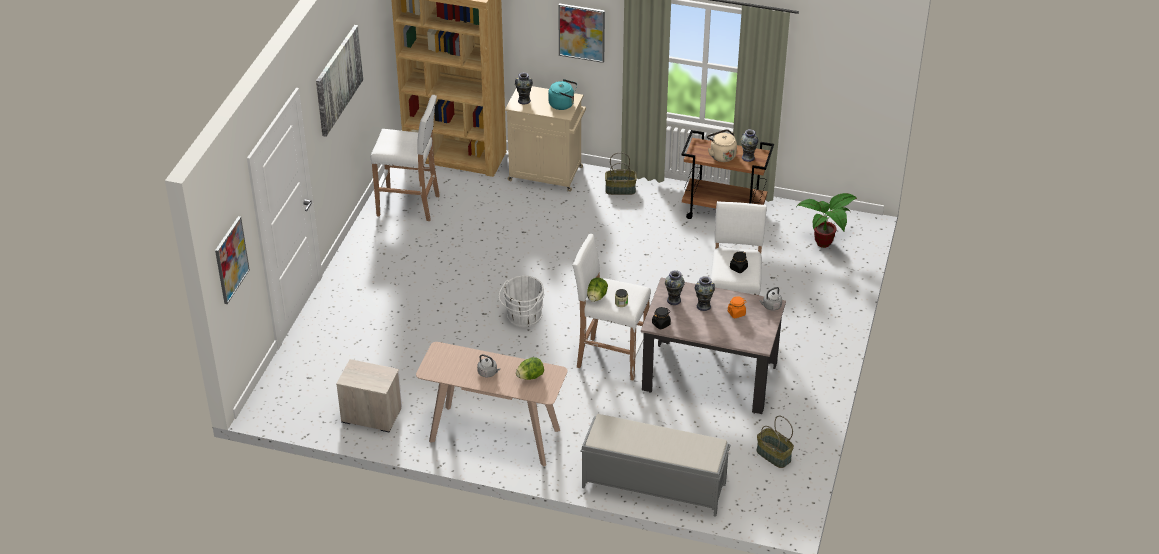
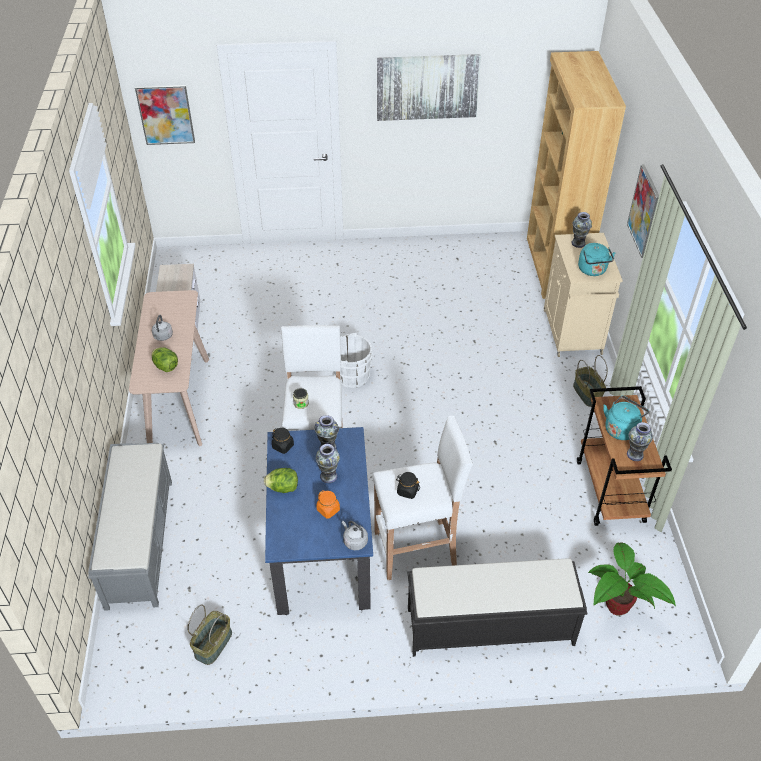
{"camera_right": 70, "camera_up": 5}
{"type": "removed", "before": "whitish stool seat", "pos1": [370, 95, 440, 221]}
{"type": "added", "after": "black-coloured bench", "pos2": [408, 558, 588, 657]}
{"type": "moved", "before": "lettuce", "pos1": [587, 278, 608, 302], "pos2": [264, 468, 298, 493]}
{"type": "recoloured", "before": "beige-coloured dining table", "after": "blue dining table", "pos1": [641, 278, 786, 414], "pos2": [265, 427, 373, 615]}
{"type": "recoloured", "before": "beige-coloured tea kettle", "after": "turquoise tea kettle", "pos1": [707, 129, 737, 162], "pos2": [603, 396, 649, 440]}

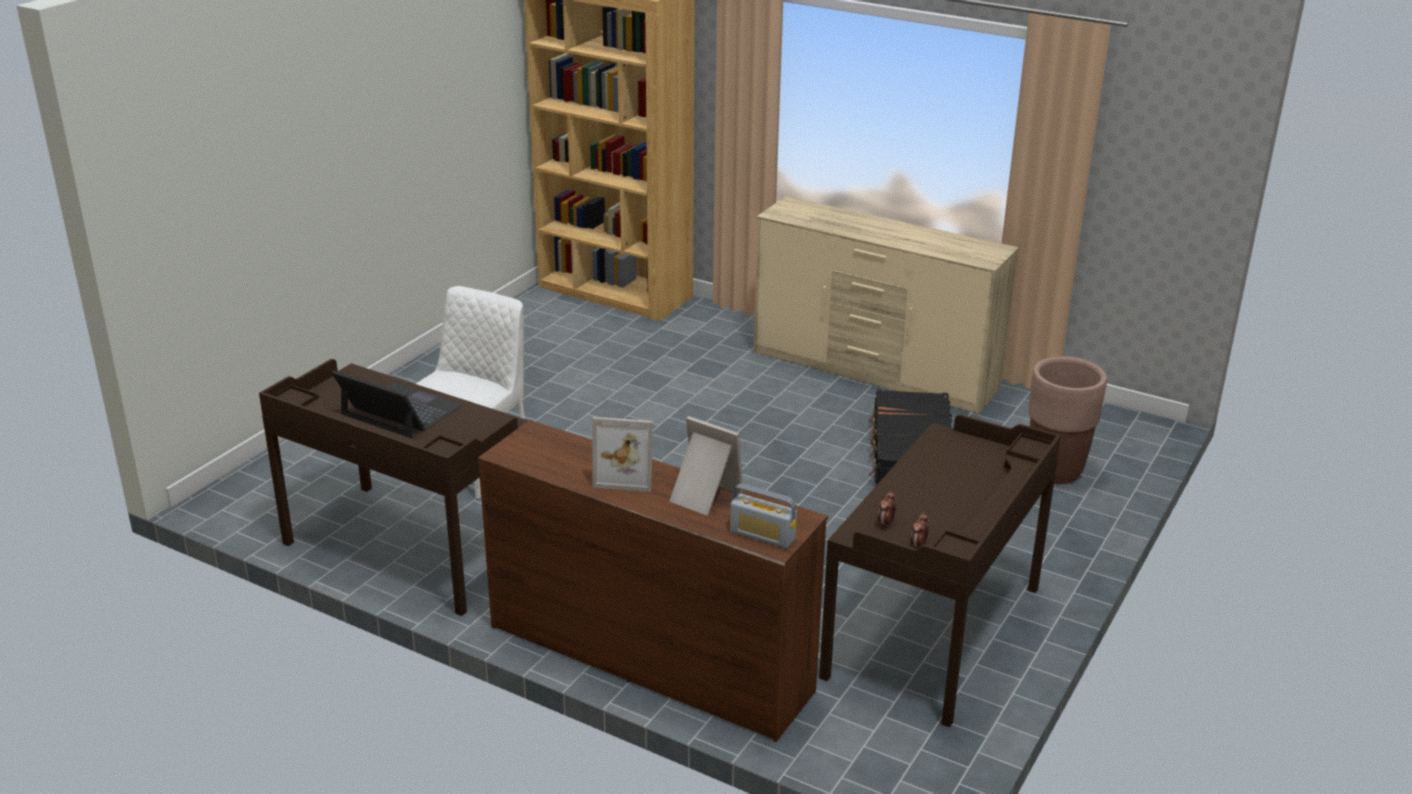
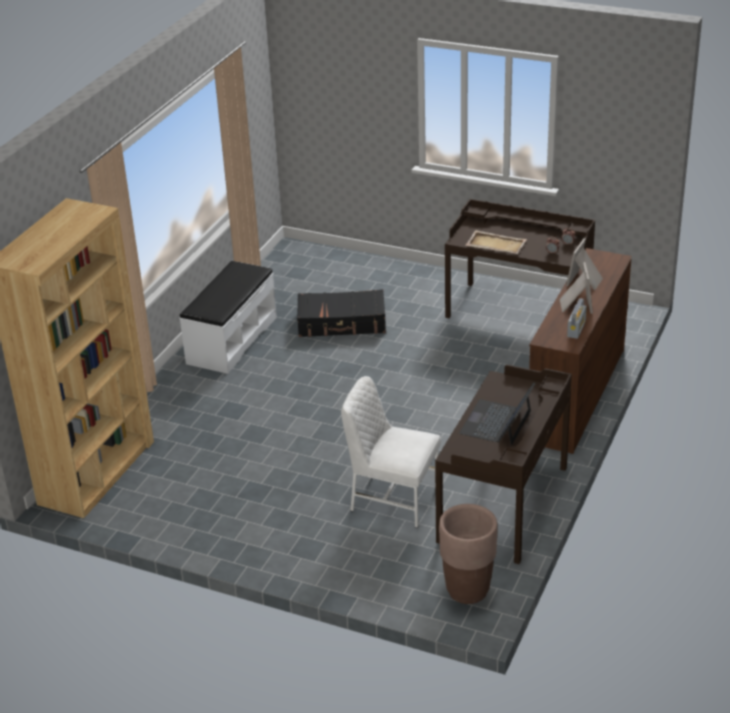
{"camera_right": -95, "camera_up": 5}
{"type": "added", "after": "beige-coloured tray", "pos2": [465, 230, 527, 254]}
{"type": "moved", "before": "radio set", "pos1": [730, 484, 797, 548], "pos2": [567, 298, 587, 339]}
{"type": "moved", "before": "brown-coloured planter", "pos1": [1028, 356, 1107, 484], "pos2": [439, 504, 498, 604]}
{"type": "replaced", "before": "beige-coloured chest of drawers", "after": "whitish bench", "pos1": [754, 196, 1019, 415], "pos2": [180, 261, 277, 374]}

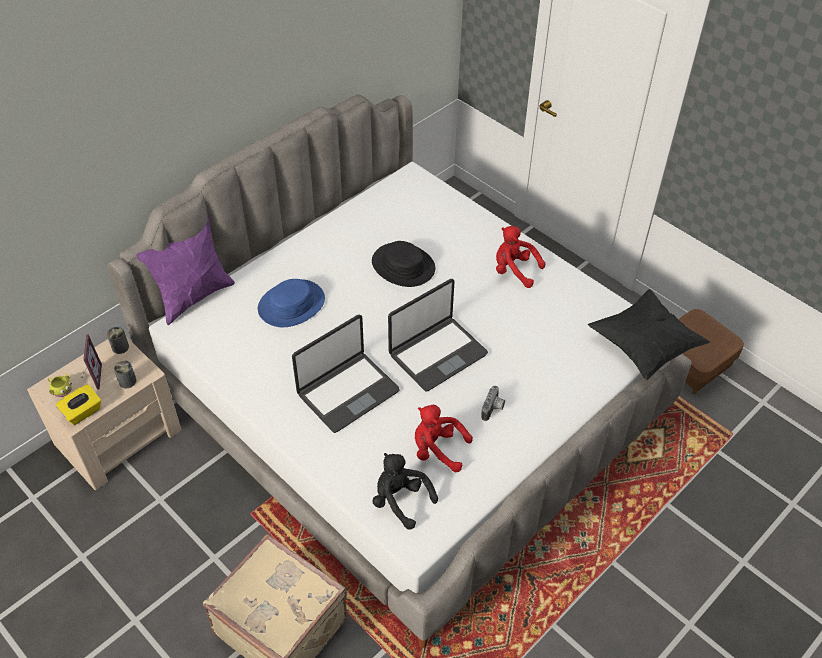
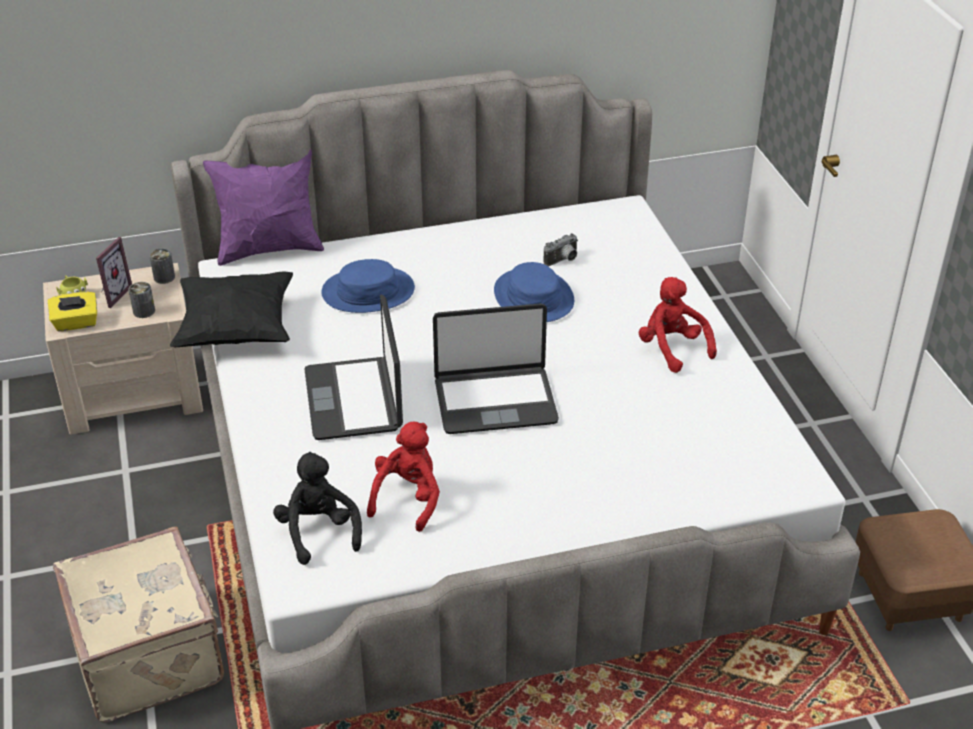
{"camera_right": 30, "camera_up": -10}
{"type": "moved", "before": "still camera", "pos1": [481, 386, 505, 421], "pos2": [544, 233, 577, 266]}
{"type": "moved", "before": "black-coloured cushion", "pos1": [588, 289, 710, 380], "pos2": [170, 271, 293, 347]}
{"type": "recoloured", "before": "black-coloured wearable hat", "after": "blue wearable hat", "pos1": [372, 241, 435, 287], "pos2": [494, 262, 574, 322]}
{"type": "turned", "before": "portable computer", "pos1": [292, 314, 400, 433], "pos2": [304, 295, 403, 440], "turn": 90}
{"type": "turned", "before": "red-coloured plush toy", "pos1": [415, 405, 473, 473], "pos2": [367, 422, 440, 532], "turn": 60}

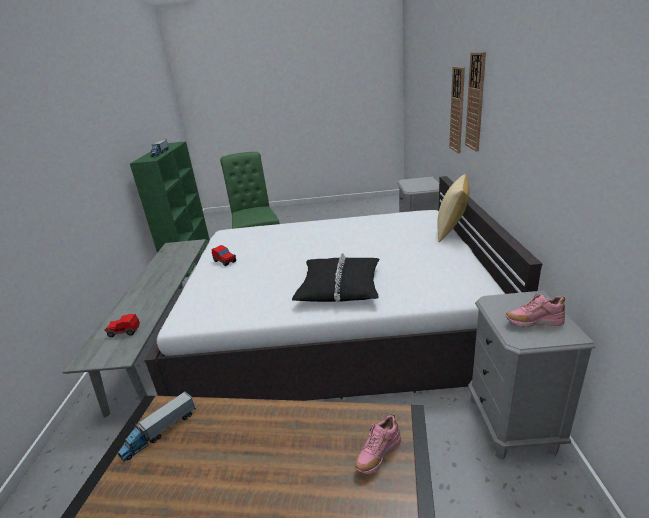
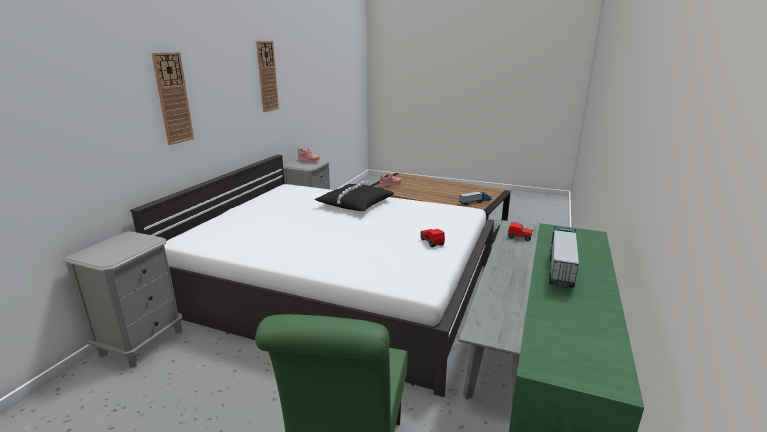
{"camera_right": -160, "camera_up": -5}
{"type": "removed", "before": "cushion", "pos1": [437, 174, 470, 242]}
{"type": "moved", "before": "wall clock", "pos1": [449, 67, 465, 153], "pos2": [256, 41, 279, 112]}

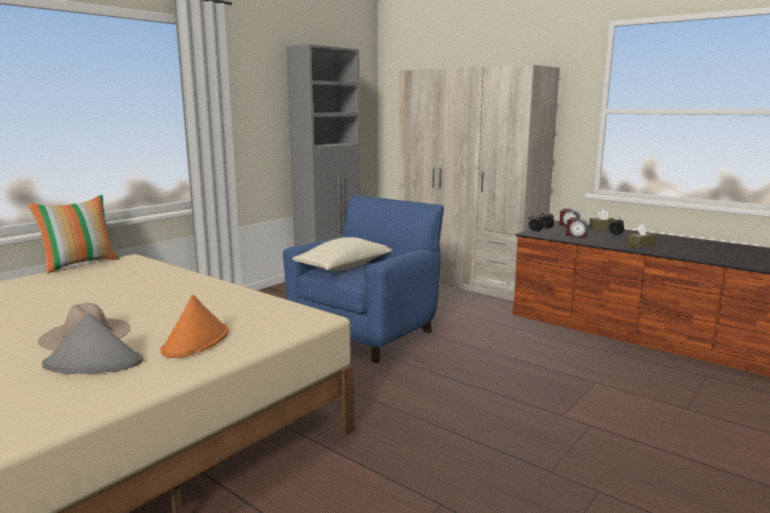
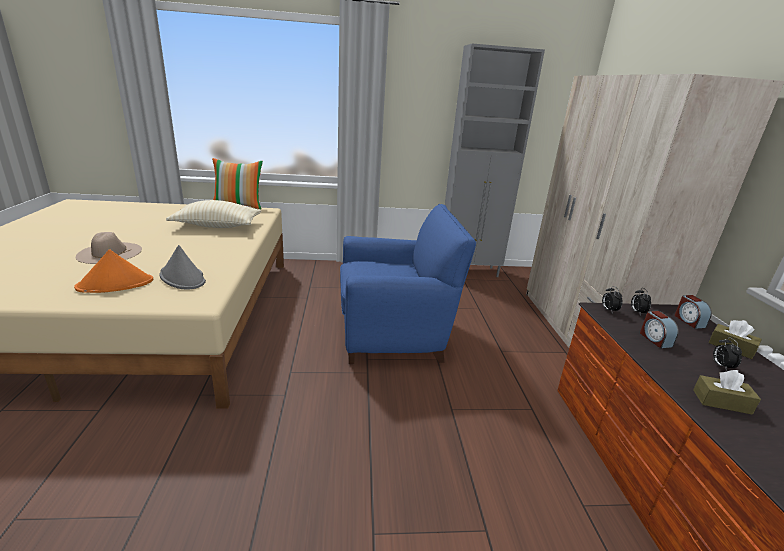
{"camera_right": 45, "camera_up": 10}
{"type": "moved", "before": "greyish wearable hat", "pos1": [42, 313, 143, 374], "pos2": [159, 245, 206, 290]}
{"type": "moved", "before": "beige-coloured cushion", "pos1": [292, 237, 392, 271], "pos2": [166, 200, 261, 228]}

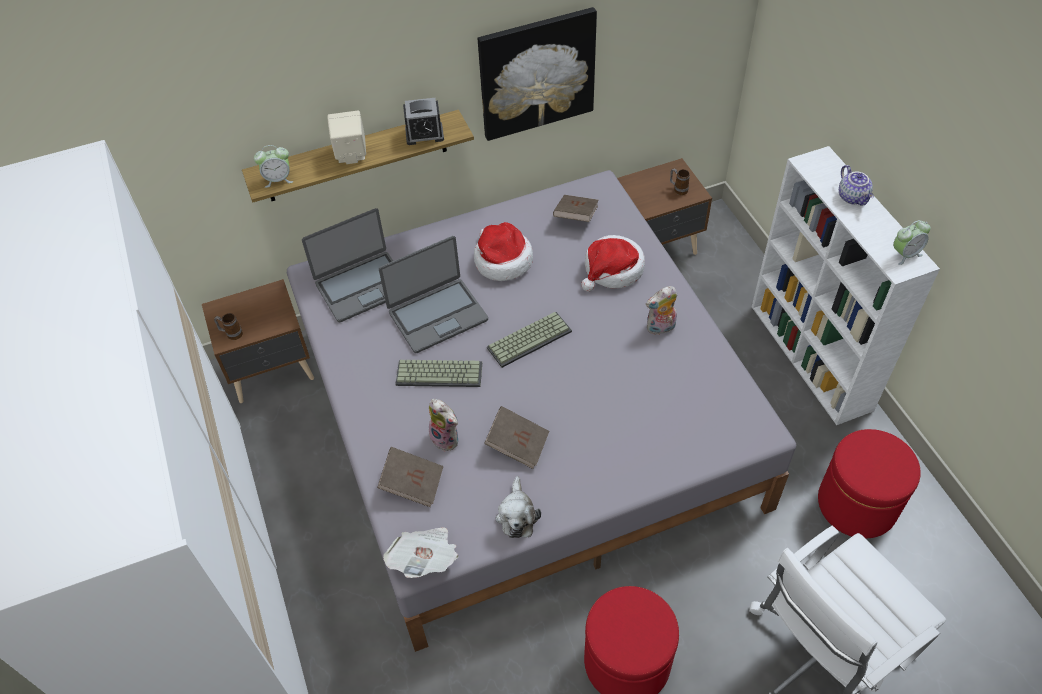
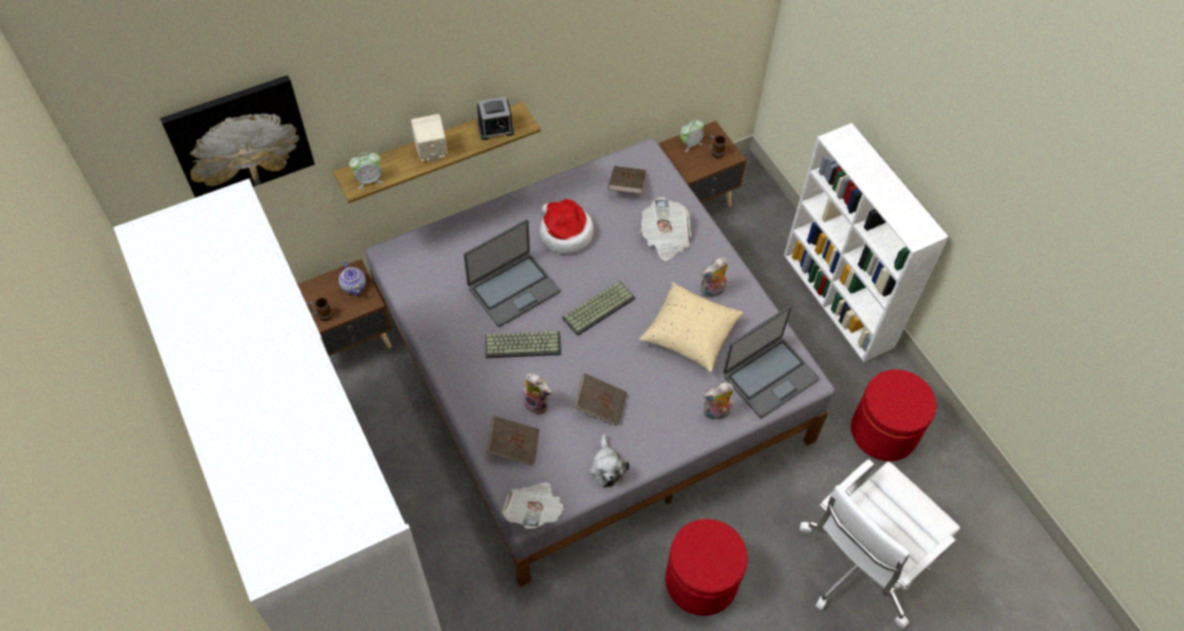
{"camera_right": -10, "camera_up": 5}
{"type": "added", "after": "beige-coloured cushion", "pos2": [639, 282, 743, 372]}
{"type": "added", "after": "plush toy", "pos2": [703, 382, 734, 420]}
{"type": "moved", "before": "portable computer", "pos1": [302, 208, 393, 322], "pos2": [723, 306, 819, 418]}
{"type": "moved", "before": "picture", "pos1": [478, 7, 597, 141], "pos2": [160, 75, 315, 198]}
{"type": "moved", "before": "teapot", "pos1": [839, 165, 874, 206], "pos2": [339, 261, 366, 296]}
{"type": "moved", "before": "alarm clock", "pos1": [893, 220, 931, 265], "pos2": [680, 120, 704, 152]}
{"type": "replaced", "before": "wearable hat", "after": "printed paper", "pos1": [581, 235, 645, 292], "pos2": [641, 197, 691, 261]}

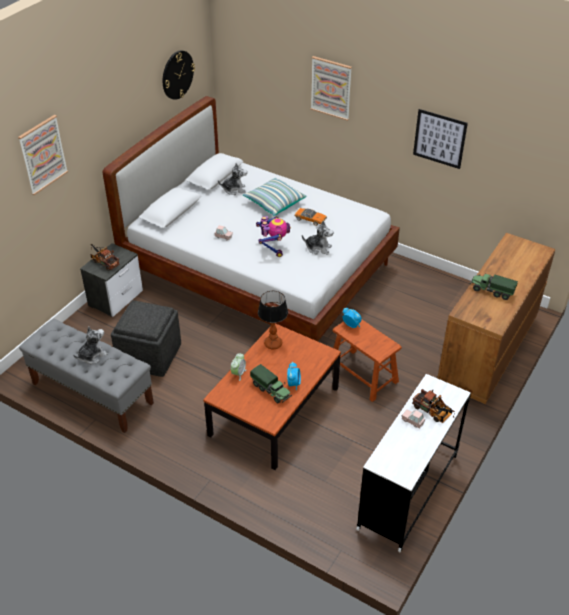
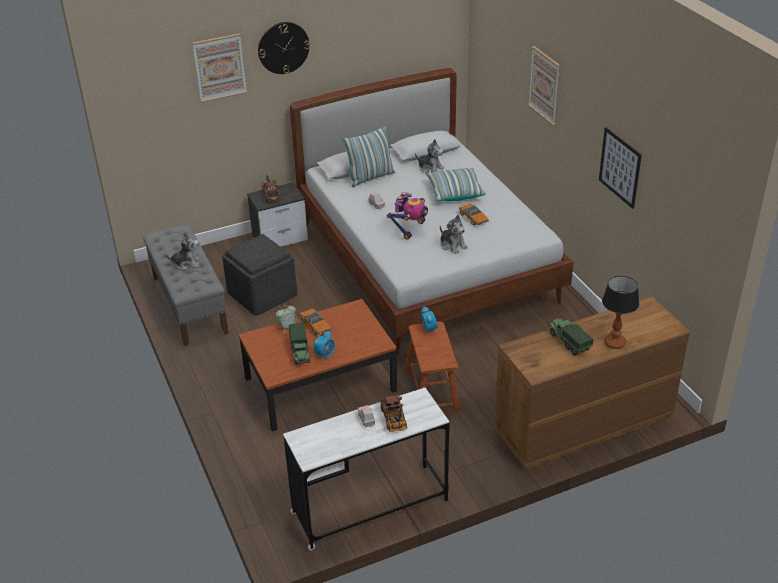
{"camera_right": 35, "camera_up": -5}
{"type": "added", "after": "miniature car", "pos2": [300, 309, 331, 335]}
{"type": "added", "after": "cushion", "pos2": [343, 126, 395, 187]}
{"type": "moved", "before": "wall clock", "pos1": [163, 50, 195, 100], "pos2": [258, 22, 310, 74]}
{"type": "moved", "before": "tabletop lamp", "pos1": [258, 291, 288, 349], "pos2": [602, 276, 639, 349]}

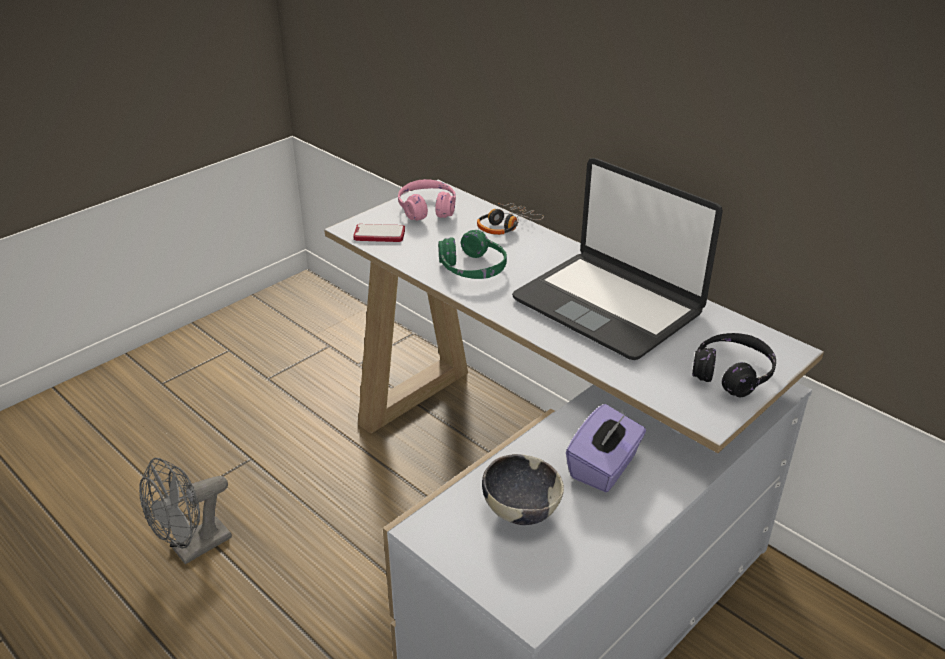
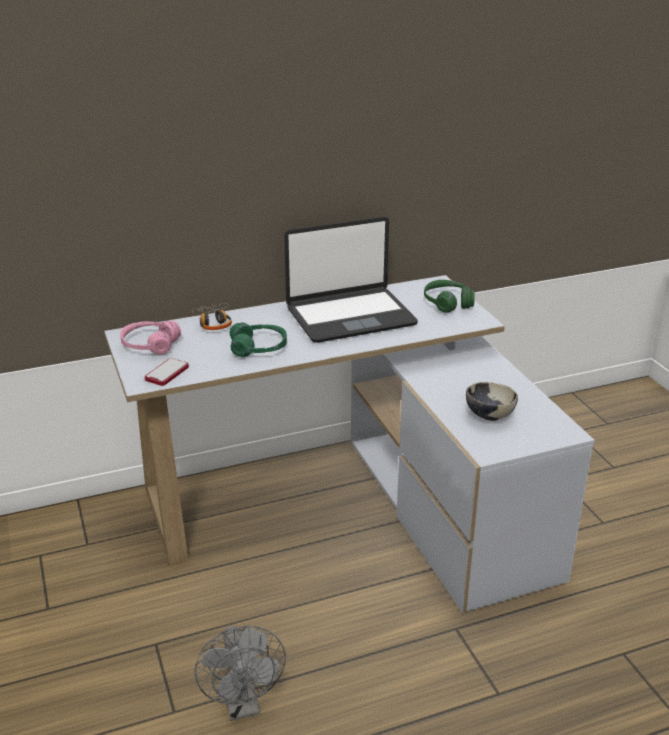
{"camera_right": -65, "camera_up": -5}
{"type": "removed", "before": "purplish box of tissues", "pos1": [566, 404, 646, 492]}
{"type": "recoloured", "before": "black-coloured headphones", "after": "greenish headphones", "pos1": [692, 333, 776, 397], "pos2": [424, 280, 475, 313]}

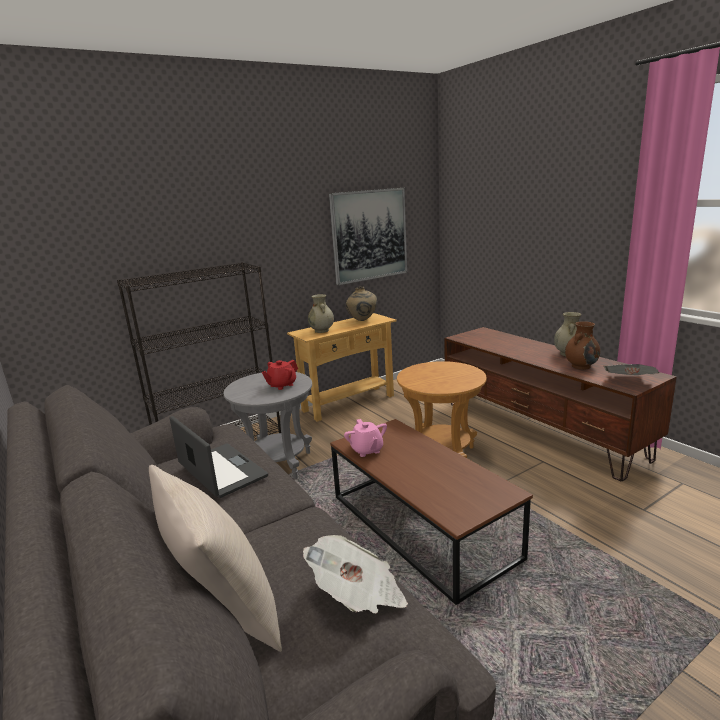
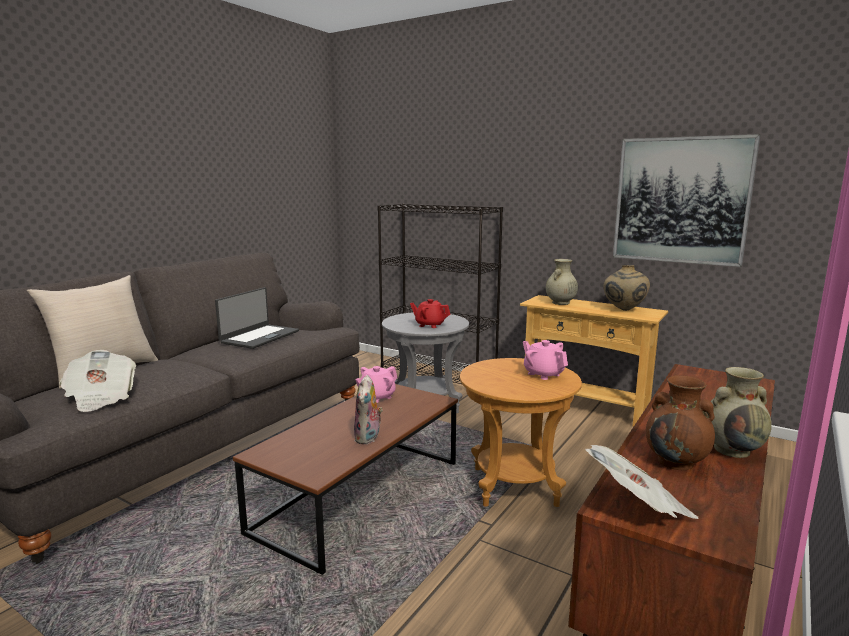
{"camera_right": 65, "camera_up": -5}
{"type": "added", "after": "plush toy", "pos2": [354, 375, 383, 445]}
{"type": "added", "after": "pinkish teapot", "pos2": [523, 340, 568, 380]}

